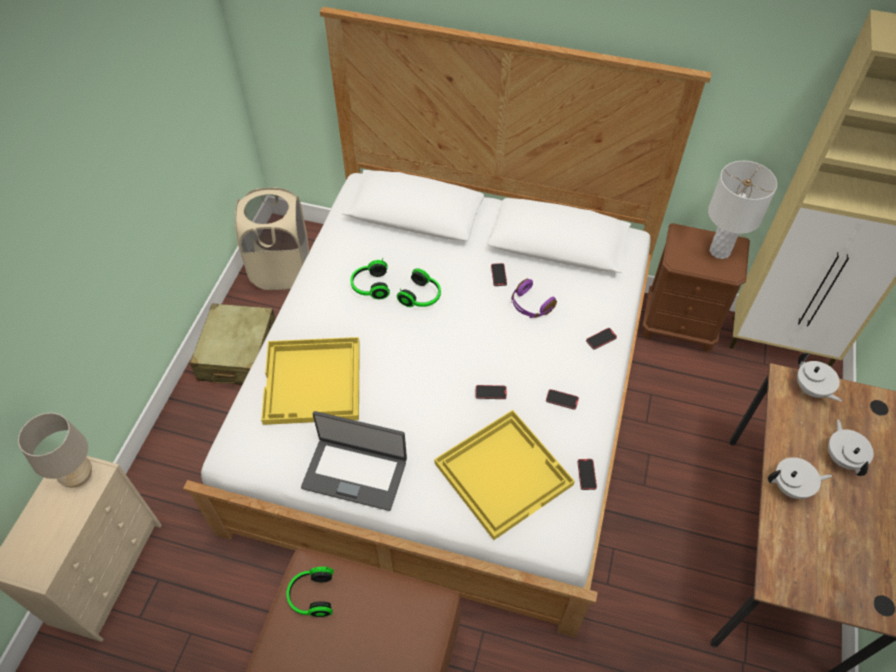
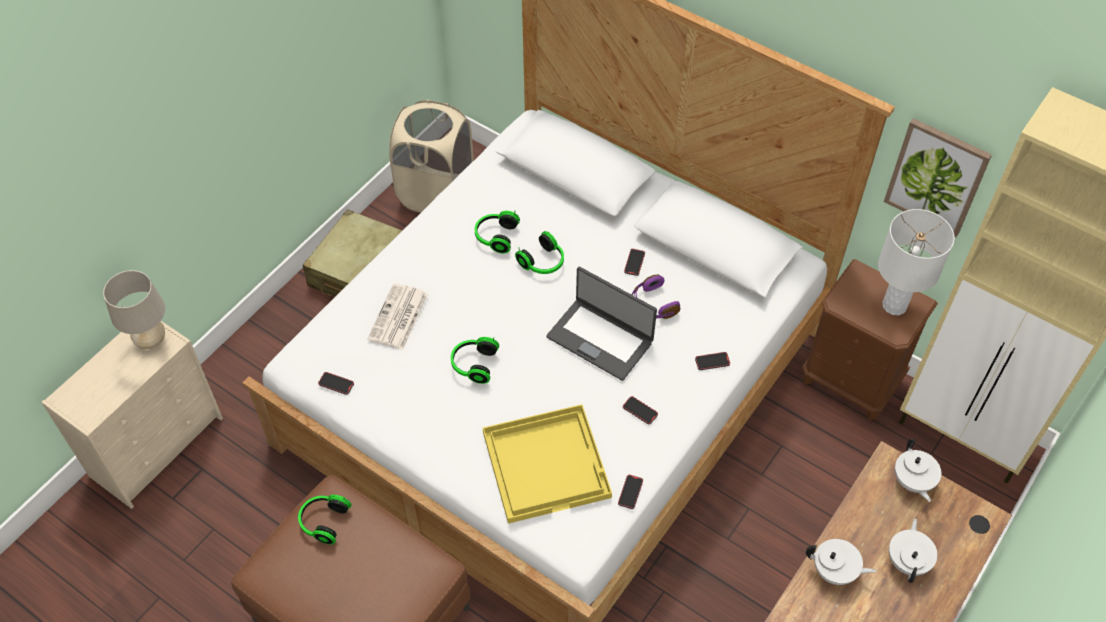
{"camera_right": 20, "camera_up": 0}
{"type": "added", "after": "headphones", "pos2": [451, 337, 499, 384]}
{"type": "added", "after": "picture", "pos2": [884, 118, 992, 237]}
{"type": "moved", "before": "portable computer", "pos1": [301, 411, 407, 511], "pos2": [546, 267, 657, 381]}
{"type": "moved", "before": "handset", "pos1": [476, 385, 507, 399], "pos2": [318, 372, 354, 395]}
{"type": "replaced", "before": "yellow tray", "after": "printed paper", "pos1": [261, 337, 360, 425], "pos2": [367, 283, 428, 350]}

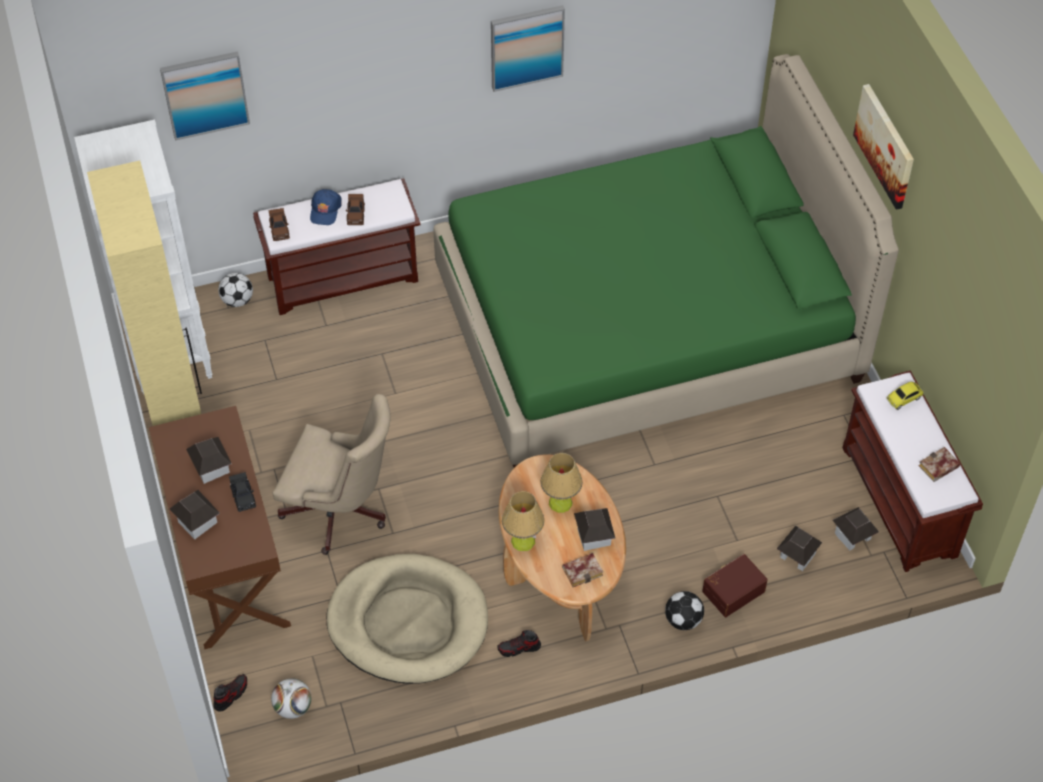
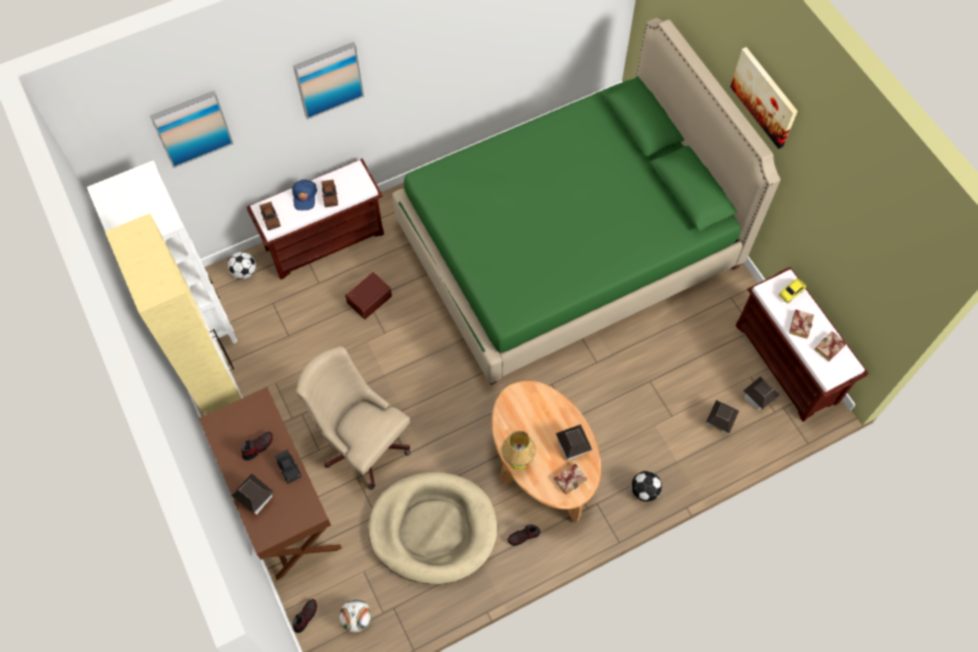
{"camera_right": -10, "camera_up": 10}
{"type": "removed", "before": "tabletop lamp", "pos1": [540, 453, 583, 513]}
{"type": "added", "after": "bound book", "pos2": [789, 310, 814, 339]}
{"type": "moved", "before": "picture", "pos1": [491, 5, 565, 92], "pos2": [293, 42, 364, 120]}
{"type": "moved", "before": "brown-coloured storage box", "pos1": [702, 554, 768, 617], "pos2": [345, 272, 392, 319]}
{"type": "replaced", "before": "toy house", "after": "shoe", "pos1": [186, 437, 232, 484], "pos2": [241, 431, 273, 461]}
{"type": "turned", "before": "beige-coloured office chair", "pos1": [273, 394, 391, 555], "pos2": [296, 346, 411, 490], "turn": -150}

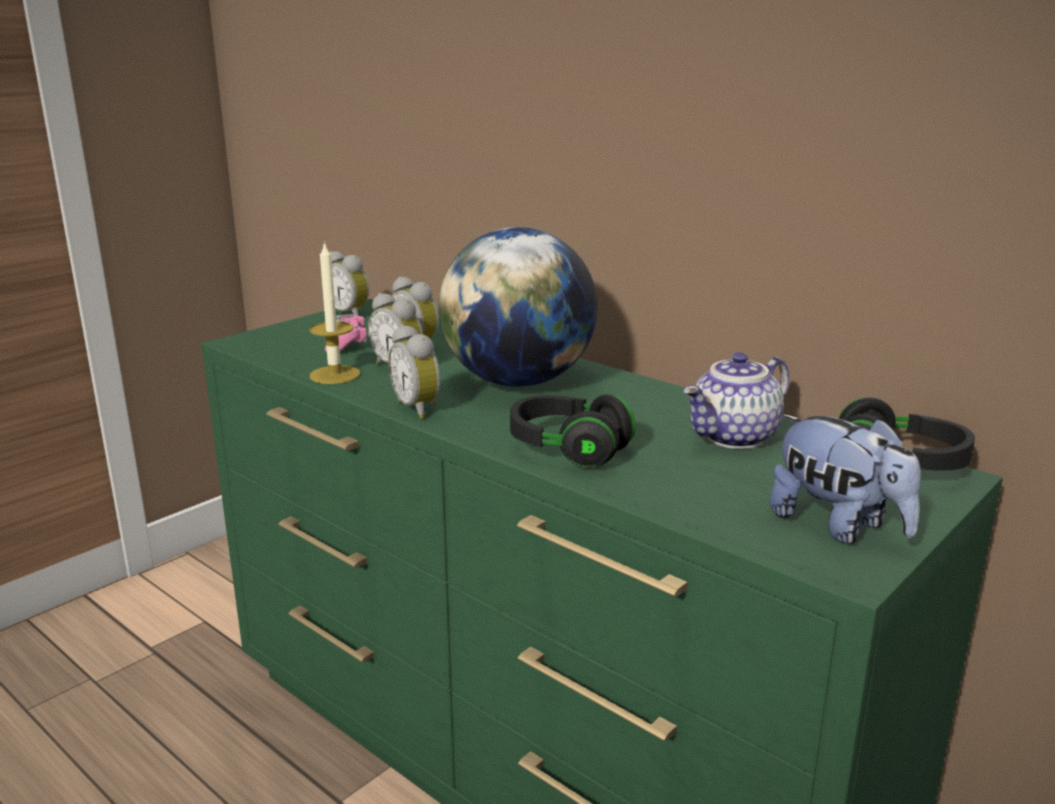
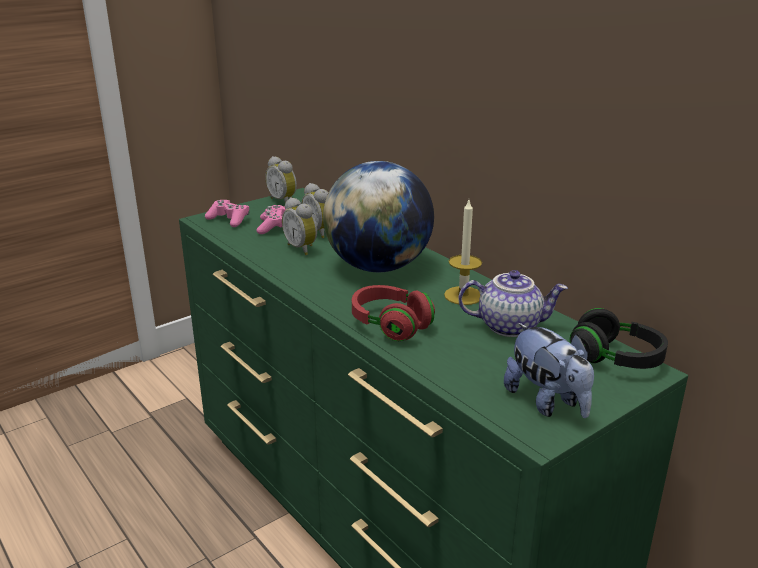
{"camera_right": 10, "camera_up": 5}
{"type": "removed", "before": "alarm clock", "pos1": [388, 325, 440, 419]}
{"type": "added", "after": "pinkish game controller", "pos2": [205, 200, 249, 227]}
{"type": "moved", "before": "wax candle", "pos1": [309, 241, 360, 384], "pos2": [444, 200, 482, 305]}
{"type": "recoloured", "before": "black-coloured headphones", "after": "red-coloured headphones", "pos1": [510, 394, 636, 468], "pos2": [352, 285, 435, 341]}
{"type": "turned", "before": "teapot", "pos1": [683, 352, 790, 449], "pos2": [458, 270, 568, 337], "turn": -150}

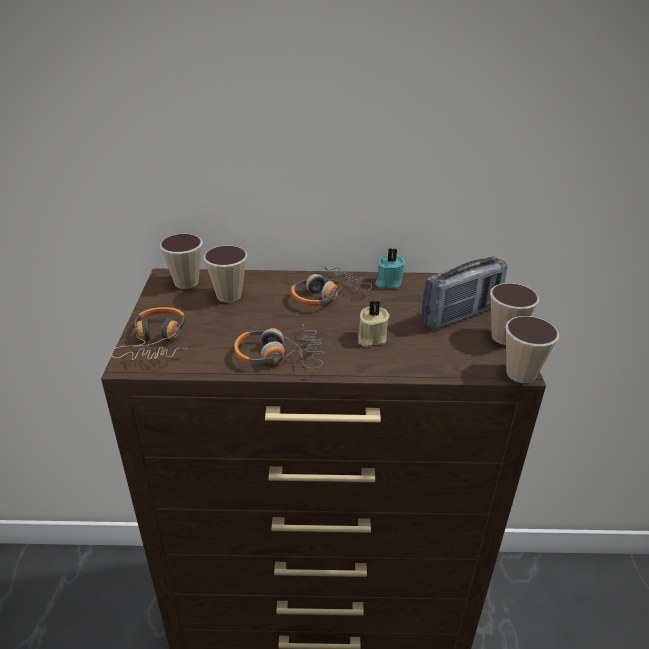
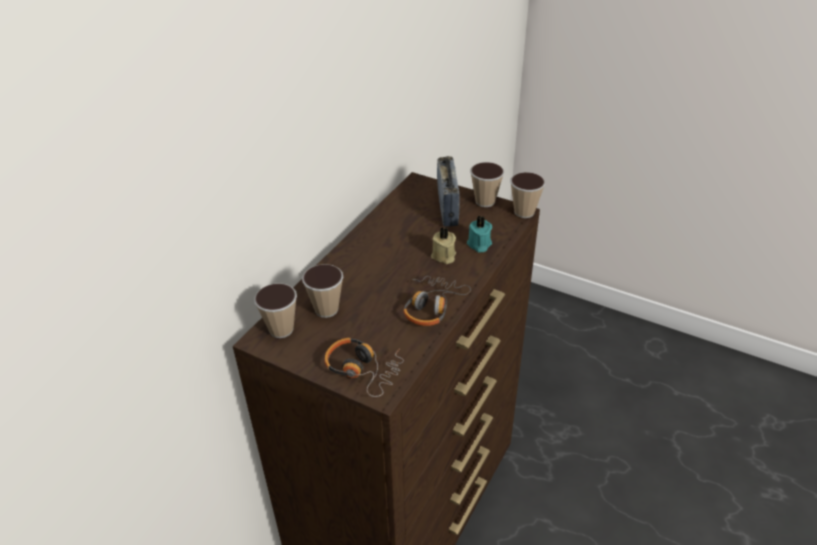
{"camera_right": -60, "camera_up": 5}
{"type": "removed", "before": "headphones", "pos1": [291, 266, 372, 306]}
{"type": "moved", "before": "turquoise wax candle", "pos1": [375, 248, 405, 289], "pos2": [467, 215, 492, 252]}

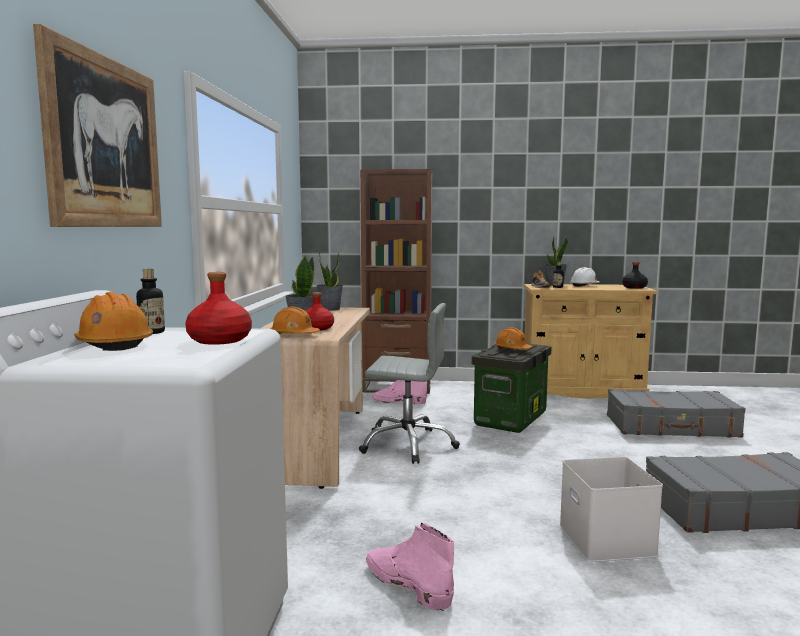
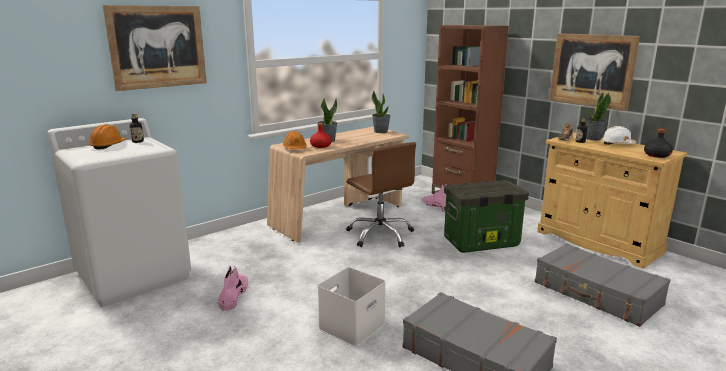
{"camera_right": 45, "camera_up": 10}
{"type": "removed", "before": "red-coloured bottle", "pos1": [185, 272, 252, 345]}
{"type": "removed", "before": "orange work helmet", "pos1": [494, 327, 532, 349]}
{"type": "added", "after": "picture", "pos2": [550, 33, 640, 111]}
{"type": "recoloured", "before": "greyish office chair", "after": "brown-coloured office chair", "pos1": [359, 303, 460, 464], "pos2": [346, 142, 416, 247]}

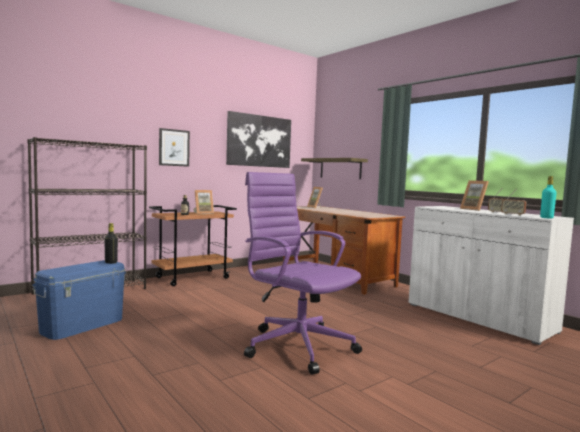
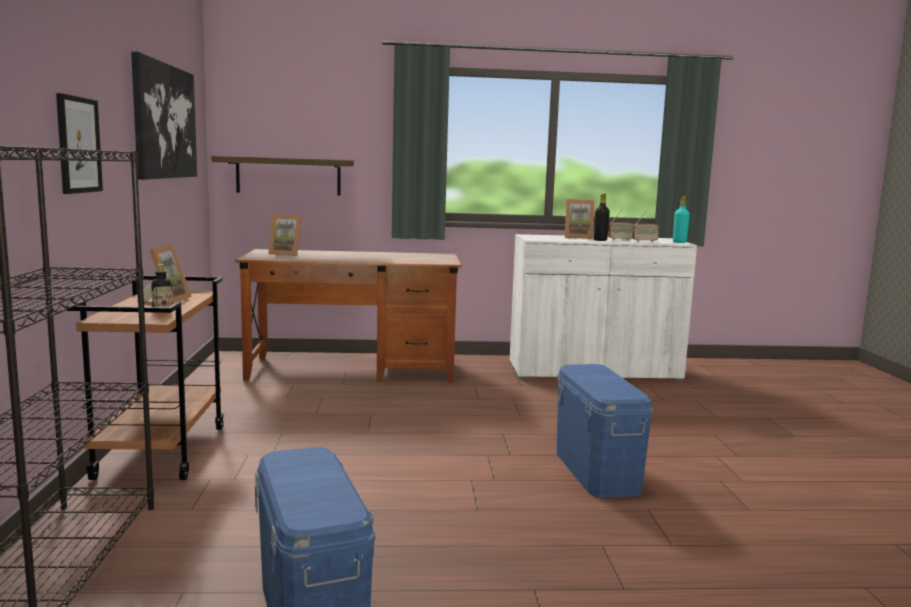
{"camera_right": -55, "camera_up": 5}
{"type": "moved", "before": "black-coloured bottle", "pos1": [104, 223, 118, 264], "pos2": [594, 193, 610, 241]}
{"type": "replaced", "before": "purplish office chair", "after": "blue storage box", "pos1": [244, 172, 362, 375], "pos2": [556, 364, 653, 498]}

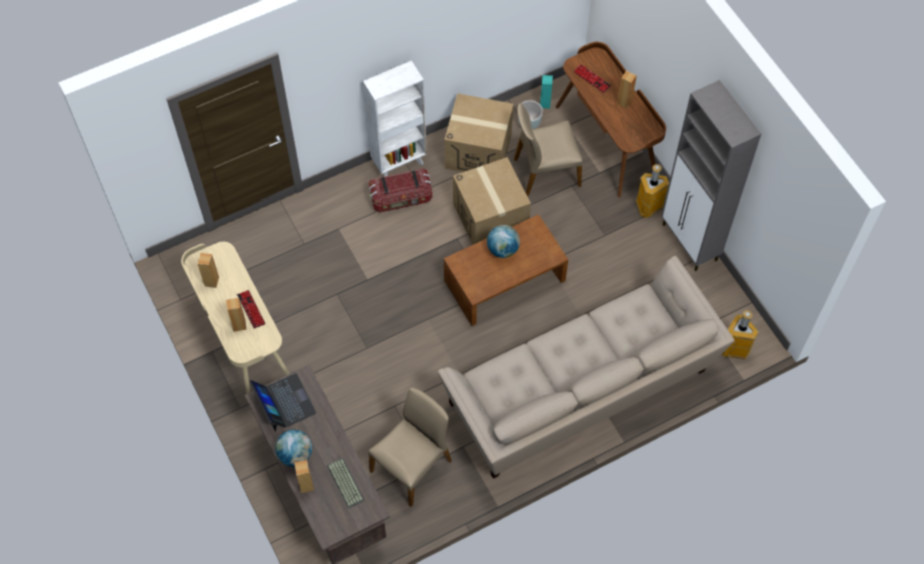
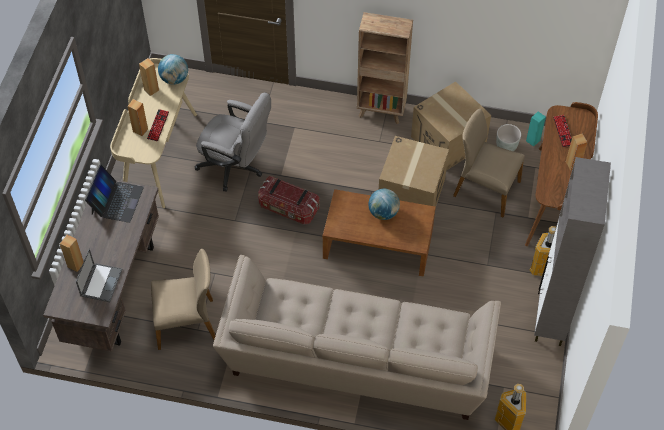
{"camera_right": 40, "camera_up": -5}
{"type": "added", "after": "greyish office chair", "pos2": [195, 92, 271, 192]}
{"type": "moved", "before": "globe", "pos1": [275, 430, 312, 467], "pos2": [158, 54, 188, 85]}
{"type": "moved", "before": "storage box", "pos1": [369, 169, 432, 213], "pos2": [258, 176, 319, 225]}
{"type": "replaced", "before": "PC keyboard", "after": "portable computer", "pos1": [327, 458, 364, 508], "pos2": [76, 249, 123, 302]}
{"type": "recoloured", "before": "whitish bookcase", "after": "brown-coloured bookcase", "pos1": [363, 61, 427, 177], "pos2": [357, 12, 413, 124]}

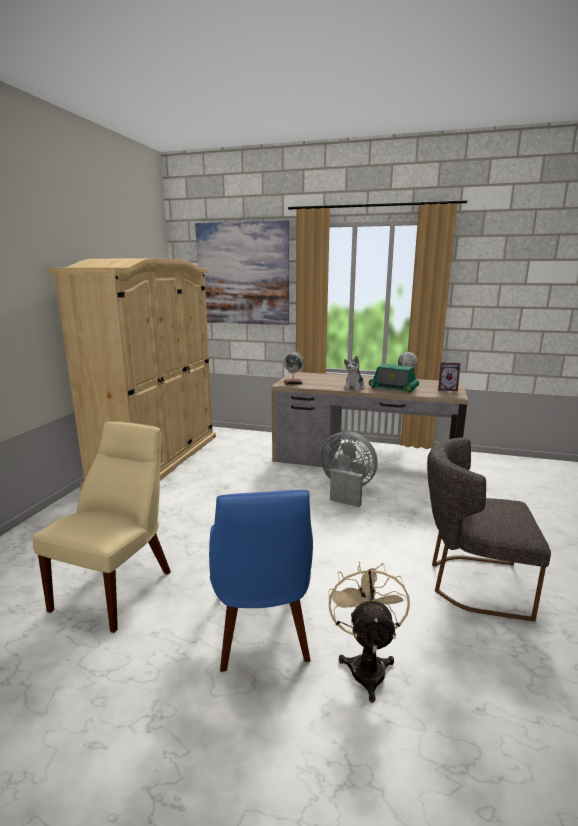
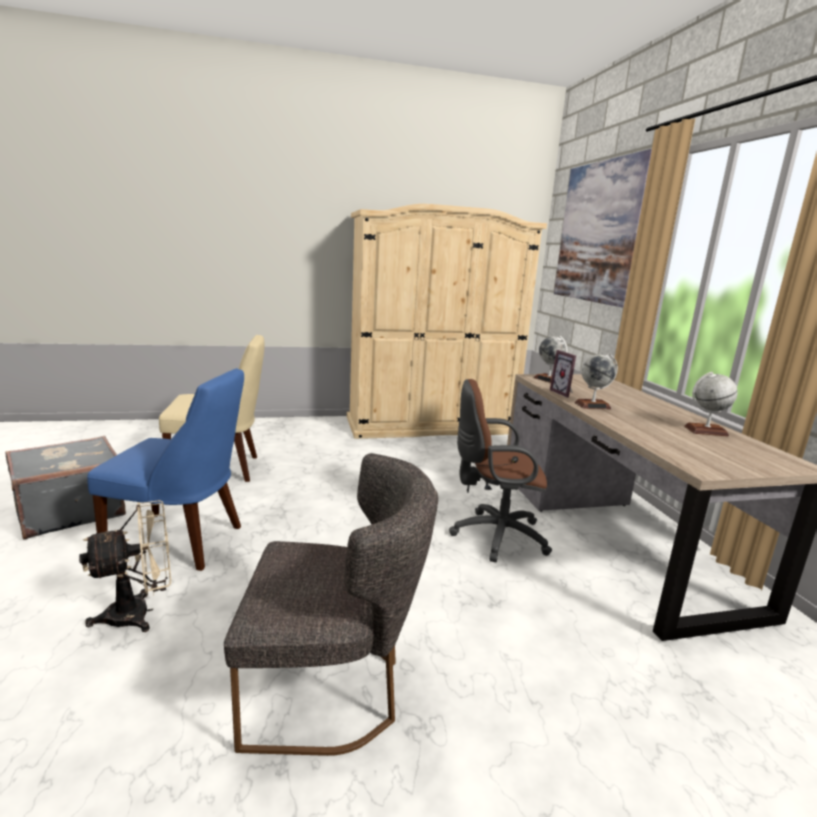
{"camera_right": 60, "camera_up": 0}
{"type": "removed", "before": "radio set", "pos1": [369, 364, 419, 393]}
{"type": "added", "after": "greyish suitcase", "pos2": [6, 436, 126, 540]}
{"type": "moved", "before": "picture frame", "pos1": [438, 362, 461, 391], "pos2": [550, 350, 576, 398]}
{"type": "replaced", "before": "greyish electric fan", "after": "brown-coloured office chair", "pos1": [320, 431, 378, 507], "pos2": [449, 379, 552, 562]}
{"type": "replaced", "before": "plush toy", "after": "globe", "pos1": [344, 356, 365, 391], "pos2": [575, 353, 618, 409]}
{"type": "turned", "before": "blue upright chair", "pos1": [209, 490, 313, 672], "pos2": [87, 368, 244, 571], "turn": -135}
{"type": "turned", "before": "greyish upright chair", "pos1": [427, 437, 551, 622], "pos2": [224, 453, 438, 756], "turn": 105}

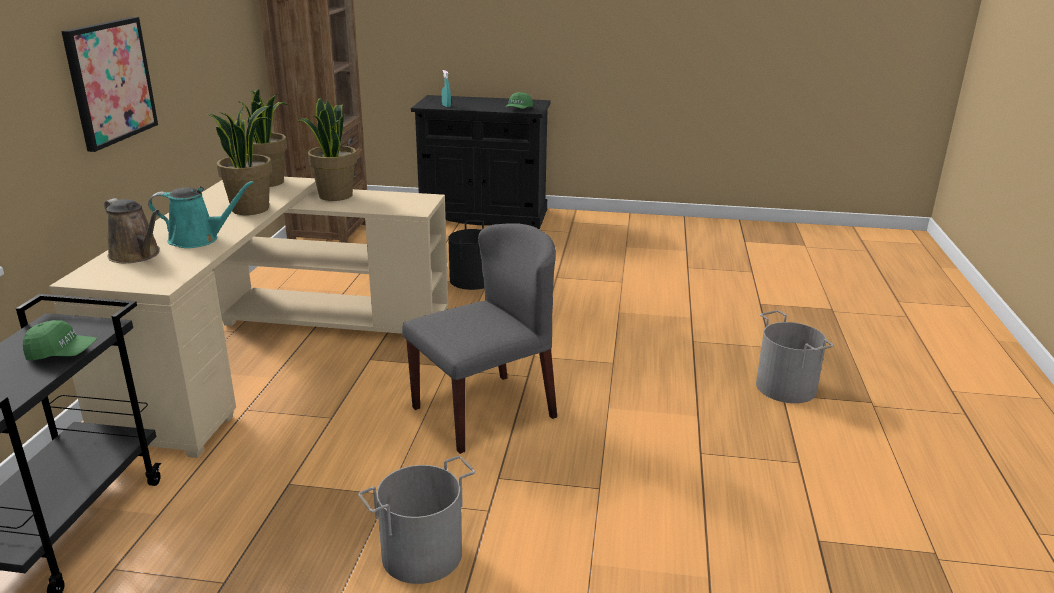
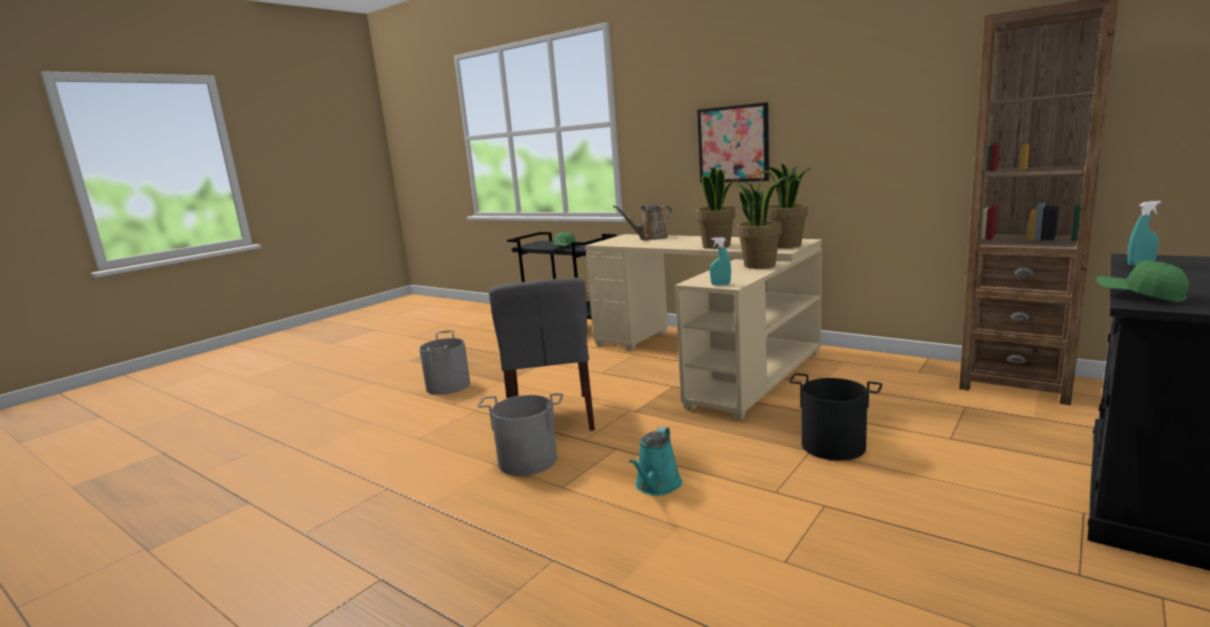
{"camera_right": 120, "camera_up": -10}
{"type": "added", "after": "turquoise spray bottle", "pos2": [710, 237, 731, 285]}
{"type": "moved", "before": "turquoise sprinkling can", "pos1": [148, 181, 254, 248], "pos2": [629, 427, 682, 496]}
{"type": "moved", "before": "greyish bucket", "pos1": [756, 310, 834, 403], "pos2": [477, 393, 563, 476]}

